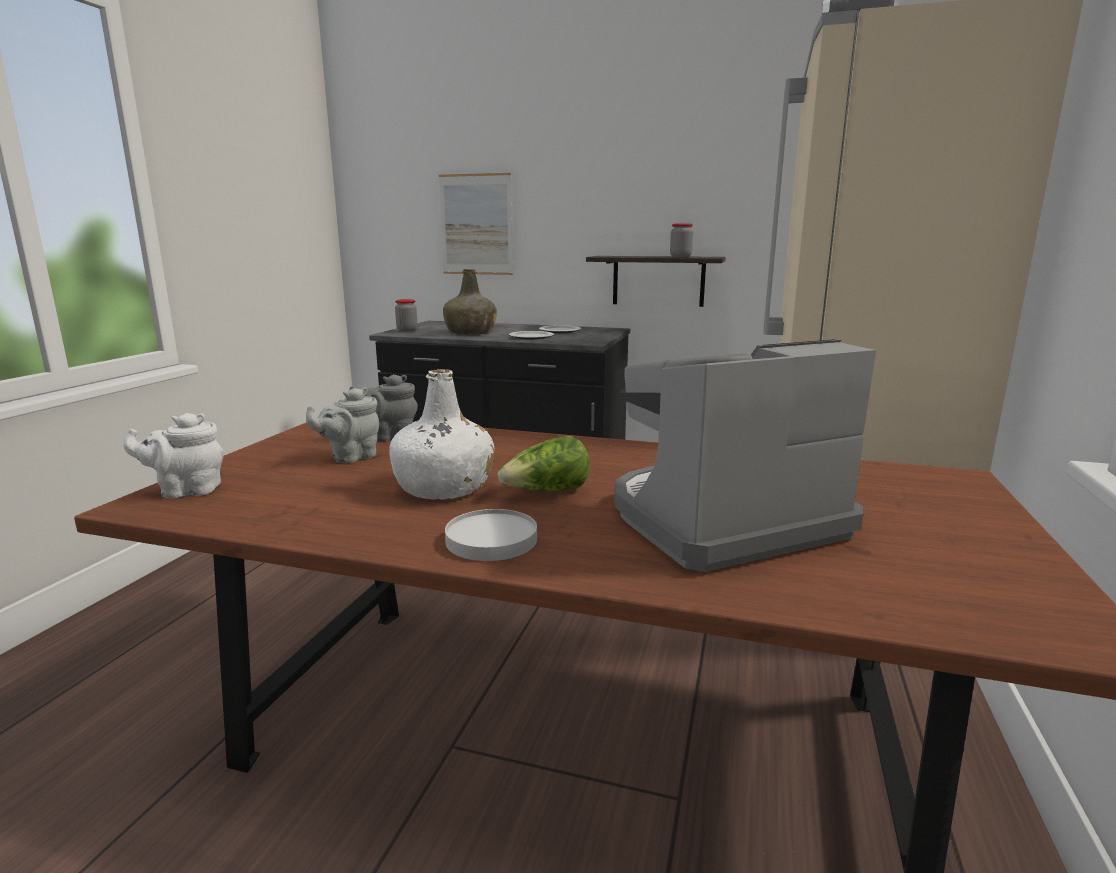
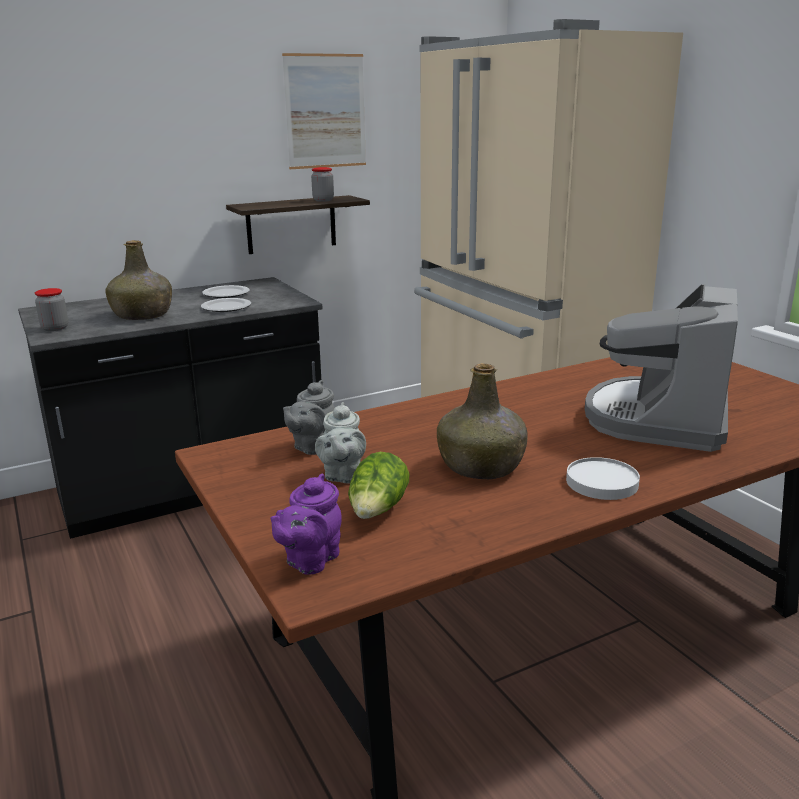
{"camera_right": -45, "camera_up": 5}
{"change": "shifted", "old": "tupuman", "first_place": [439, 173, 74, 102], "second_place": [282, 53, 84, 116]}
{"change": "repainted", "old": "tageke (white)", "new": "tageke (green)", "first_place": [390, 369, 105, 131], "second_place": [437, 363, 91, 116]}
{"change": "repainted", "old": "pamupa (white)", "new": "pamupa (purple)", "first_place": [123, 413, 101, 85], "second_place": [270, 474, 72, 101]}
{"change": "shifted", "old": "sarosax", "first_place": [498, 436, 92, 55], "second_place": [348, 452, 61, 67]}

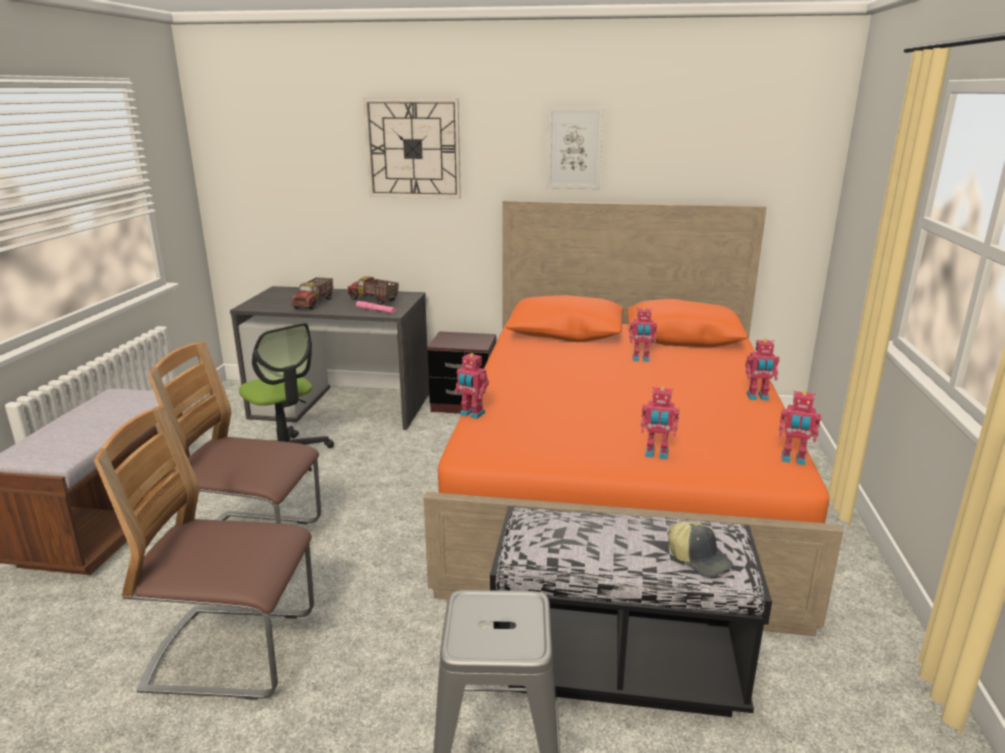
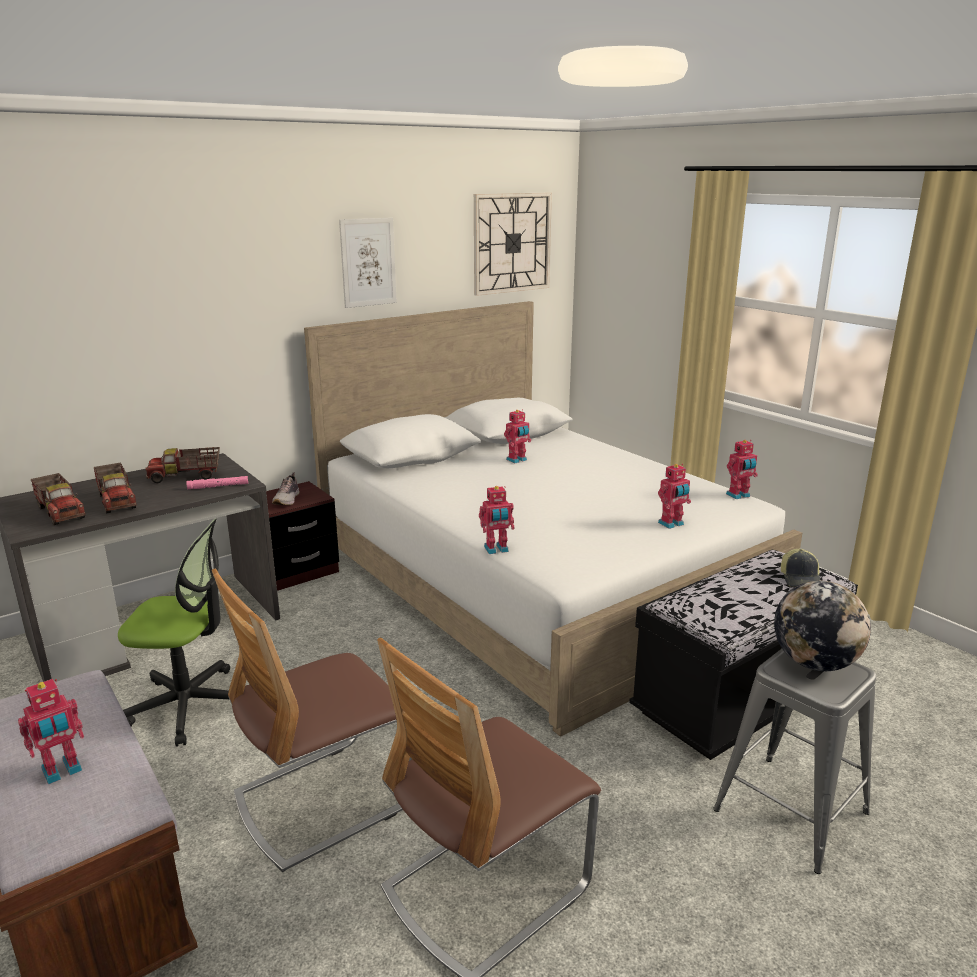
{"camera_right": -45, "camera_up": 0}
{"change": "shifted", "old": "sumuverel", "first_place": [363, 98, 98, 101], "second_place": [474, 193, 78, 103]}
{"change": "repainted", "old": "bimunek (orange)", "new": "bimunek (white)", "first_place": [424, 201, 419, 435], "second_place": [304, 301, 498, 436]}
{"change": "shifted", "old": "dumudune", "first_place": [745, 339, 34, 61], "second_place": [18, 679, 66, 106]}
{"change": "rotated", "old": "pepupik", "first_place": [668, 521, 65, 57], "second_place": [781, 549, 39, 38], "degrees": 90}
{"change": "new", "new": "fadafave", "second_place": [31, 473, 55, 52]}
{"change": "new", "new": "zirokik", "second_place": [272, 473, 28, 32]}
{"change": "new", "new": "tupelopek", "second_place": [774, 580, 97, 91]}

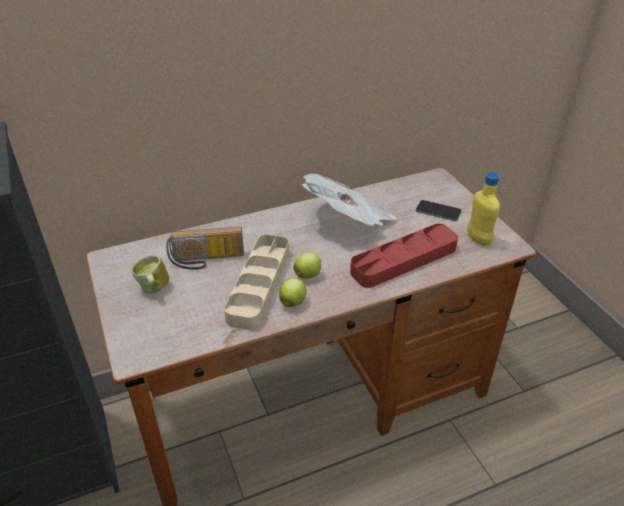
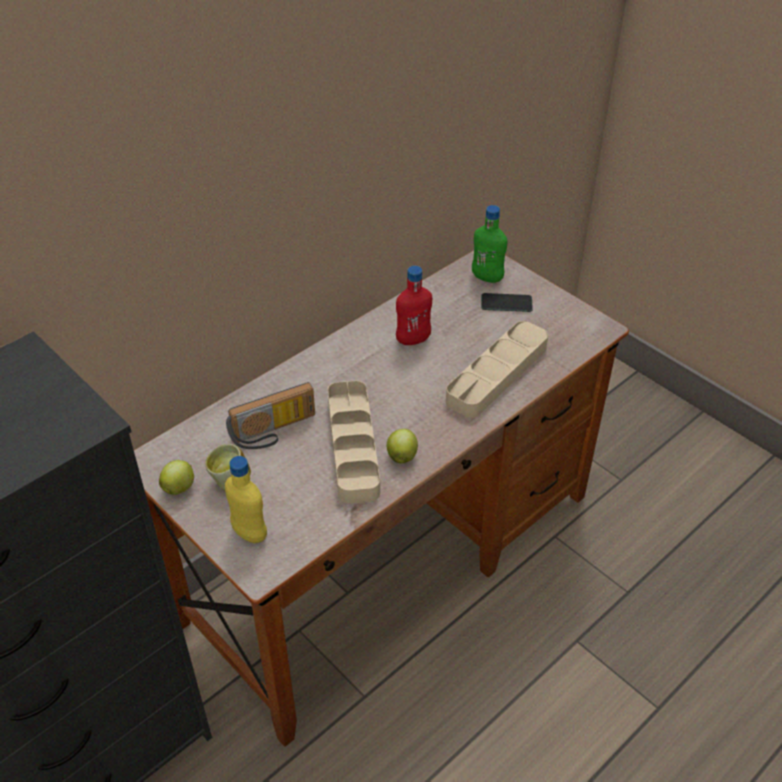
{"camera_right": -20, "camera_up": 5}
{"change": "shifted", "old": "tageke (yellow)", "first_place": [467, 172, 33, 74], "second_place": [225, 456, 42, 87]}
{"change": "swapped", "old": "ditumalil", "new": "tageke (red)", "first_place": [302, 174, 95, 52], "second_place": [396, 266, 36, 79]}
{"change": "repainted", "old": "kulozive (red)", "new": "kulozive (beige)", "first_place": [350, 224, 108, 64], "second_place": [446, 321, 102, 97]}
{"change": "shifted", "old": "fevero", "first_place": [294, 252, 27, 27], "second_place": [159, 460, 35, 35]}
{"change": "new", "new": "tageke (green)", "second_place": [472, 205, 35, 78]}

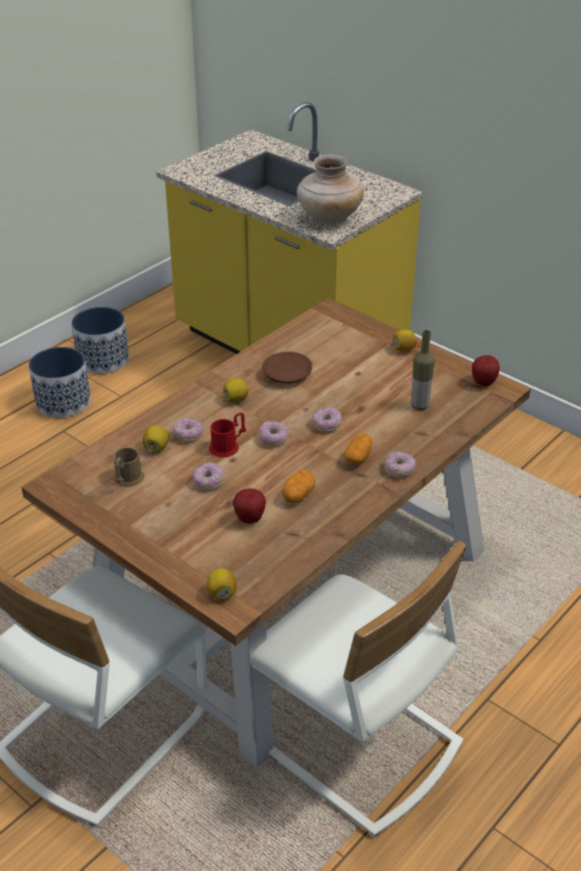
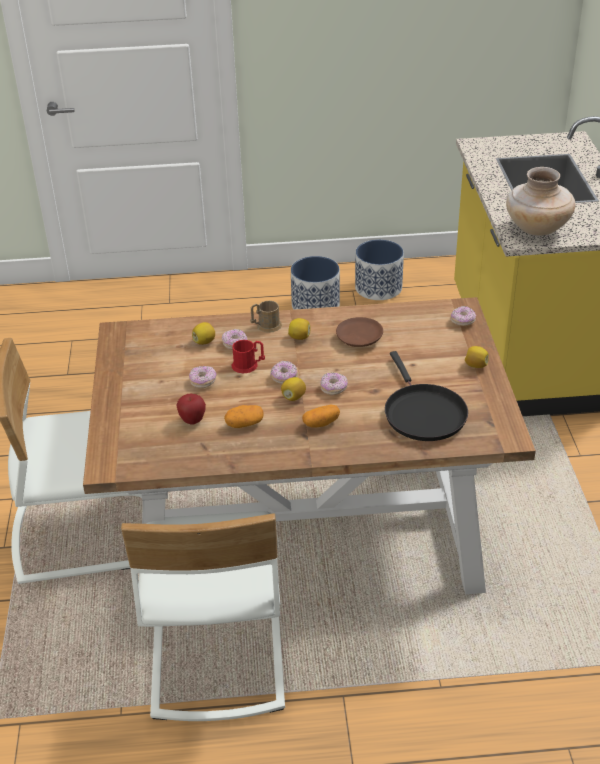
{"camera_right": 45, "camera_up": 0}
{"change": "swapped", "old": "tageke", "new": "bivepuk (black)", "first_place": [411, 330, 24, 80], "second_place": [385, 351, 83, 90]}
{"change": "gone", "old": "fevero", "first_place": [472, 355, 28, 31]}
{"change": "shifted", "old": "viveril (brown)", "first_place": [114, 447, 30, 40], "second_place": [250, 301, 32, 32]}
{"change": "shifted", "old": "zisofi", "first_place": [385, 451, 31, 26], "second_place": [451, 306, 25, 20]}
{"change": "shifted", "old": "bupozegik", "first_place": [206, 568, 31, 32], "second_place": [281, 377, 25, 24]}

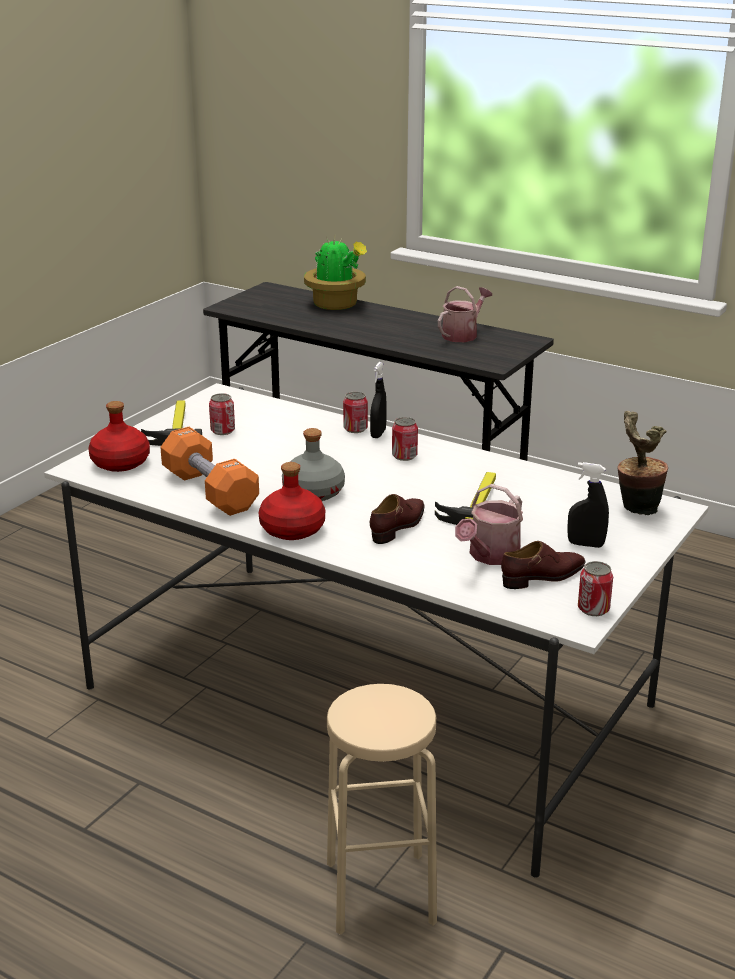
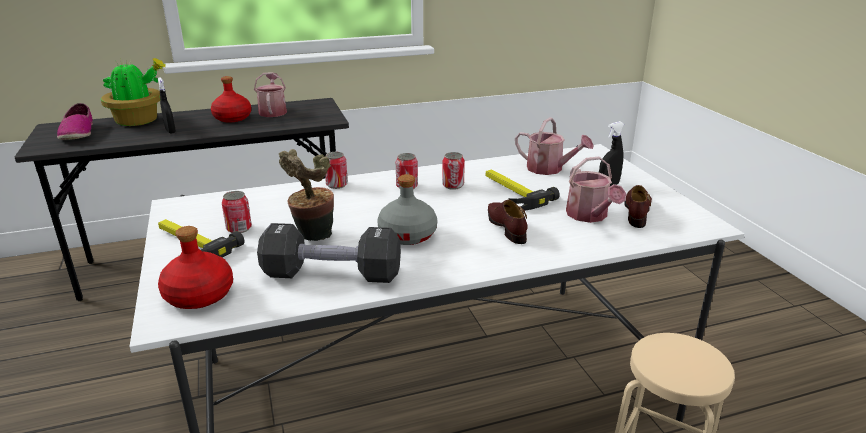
{"camera_right": -50, "camera_up": 0}
{"change": "shifted", "old": "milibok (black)", "first_place": [370, 362, 17, 76], "second_place": [158, 78, 18, 55]}
{"change": "shifted", "old": "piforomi", "first_place": [617, 411, 51, 104], "second_place": [279, 149, 55, 92]}
{"change": "repainted", "old": "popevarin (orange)", "new": "popevarin (black)", "first_place": [160, 427, 99, 89], "second_place": [257, 223, 144, 60]}
{"change": "shifted", "old": "tageke (red)", "first_place": [259, 462, 66, 78], "second_place": [211, 76, 40, 46]}
{"change": "shifted", "old": "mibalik", "first_place": [578, 561, 35, 55], "second_place": [442, 152, 23, 38]}
{"change": "new", "new": "zirokik", "second_place": [57, 103, 36, 37]}
{"change": "new", "new": "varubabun", "second_place": [515, 117, 79, 58]}

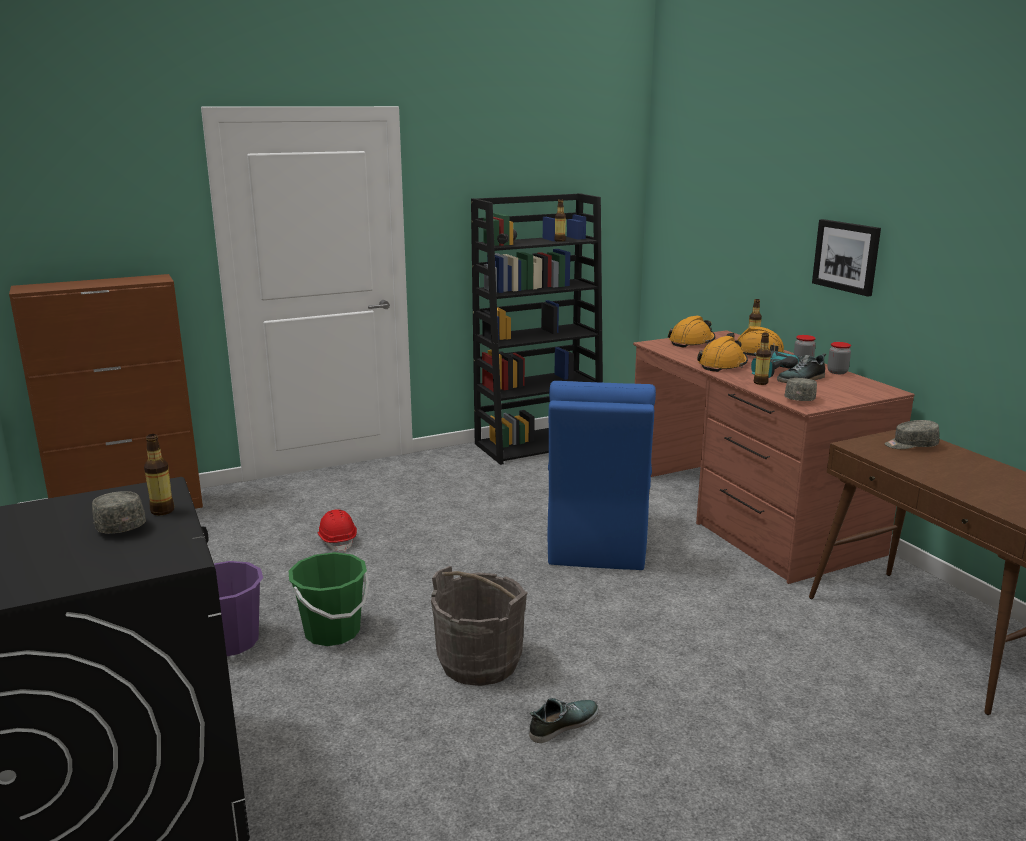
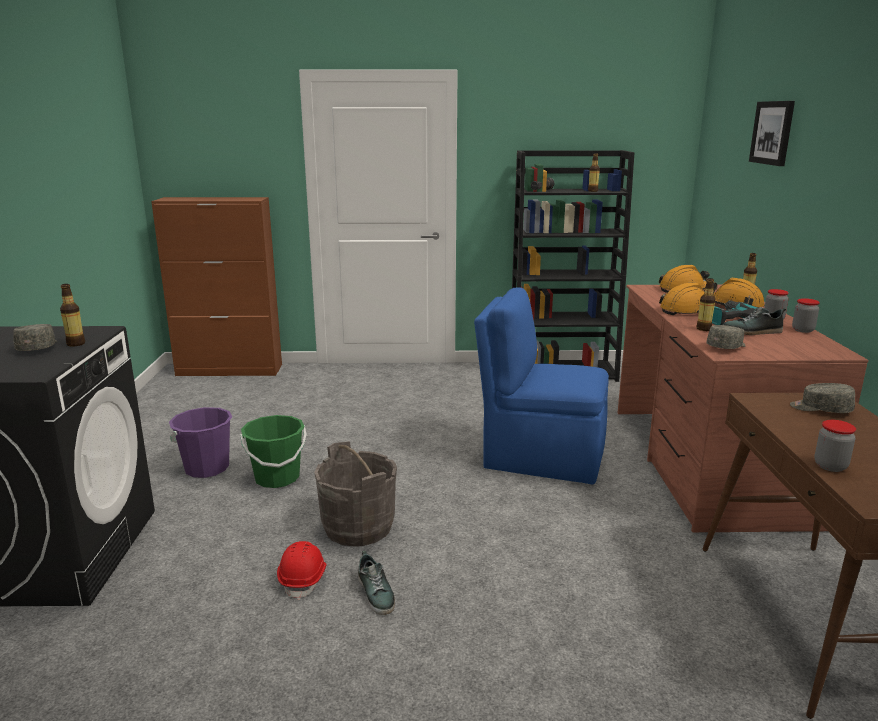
{"camera_right": 25, "camera_up": 0}
{"change": "shifted", "old": "tupuman", "first_place": [812, 219, 69, 78], "second_place": [749, 101, 46, 65]}
{"change": "rotated", "old": "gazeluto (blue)", "first_place": [548, 381, 108, 189], "second_place": [474, 287, 135, 197], "degrees": 75}
{"change": "shifted", "old": "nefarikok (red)", "first_place": [317, 509, 40, 43], "second_place": [277, 541, 50, 59]}
{"change": "rotated", "old": "zirokik", "first_place": [529, 698, 70, 45], "second_place": [358, 550, 37, 65], "degrees": 75}
{"change": "new", "new": "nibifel", "second_place": [814, 420, 42, 52]}

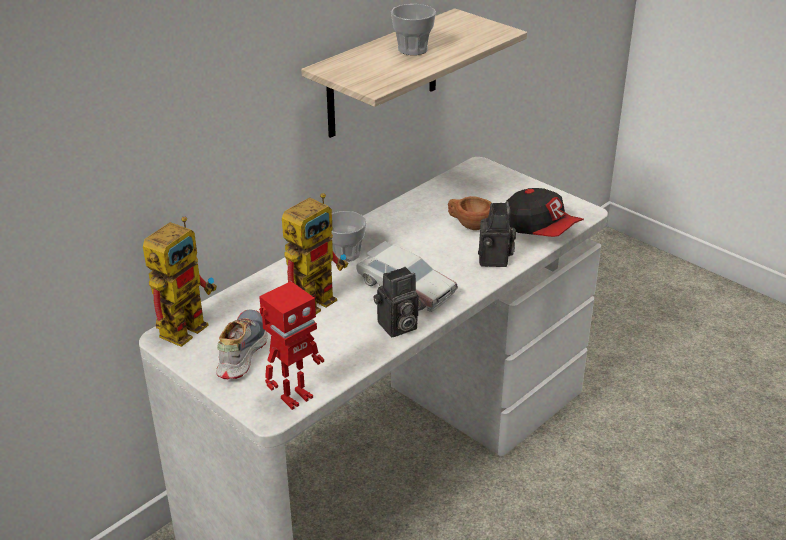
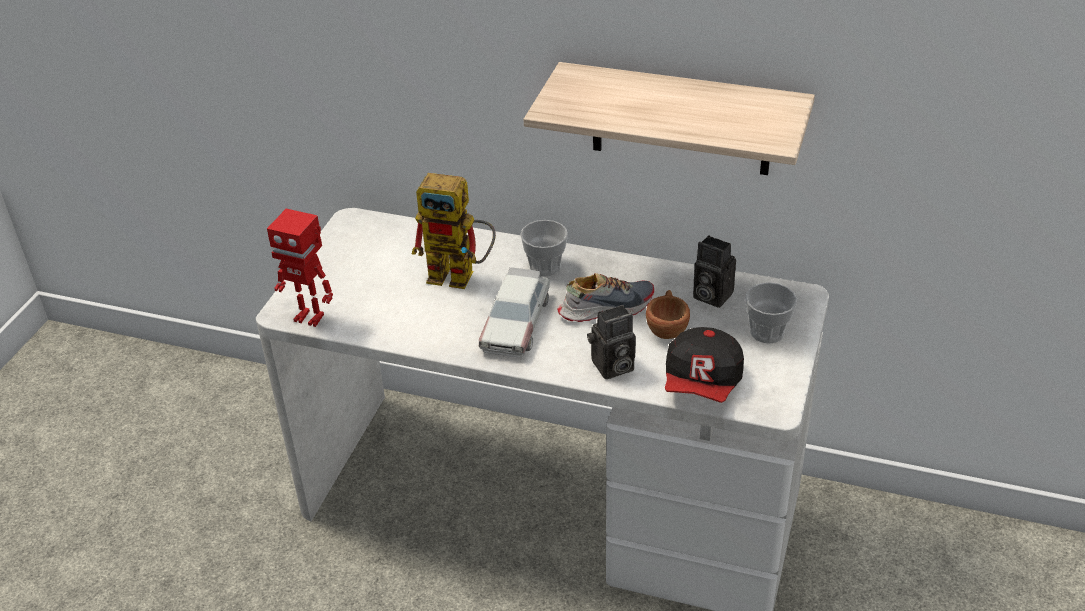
{"camera_right": 65, "camera_up": 5}
{"change": "shifted", "old": "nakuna", "first_place": [391, 4, 45, 51], "second_place": [745, 282, 52, 62]}
{"change": "gone", "old": "dumudune", "first_place": [143, 217, 74, 130]}
{"change": "shifted", "old": "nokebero", "first_place": [373, 267, 45, 70], "second_place": [693, 235, 43, 73]}
{"change": "shifted", "old": "zirokik", "first_place": [216, 309, 52, 70], "second_place": [557, 273, 97, 49]}

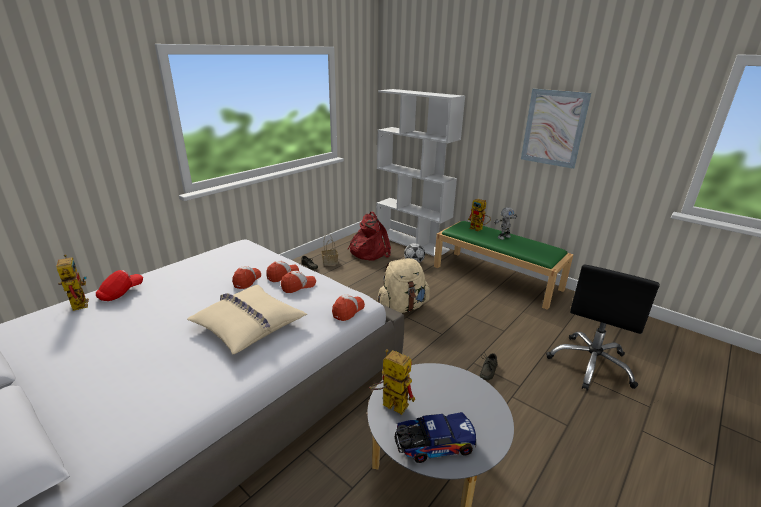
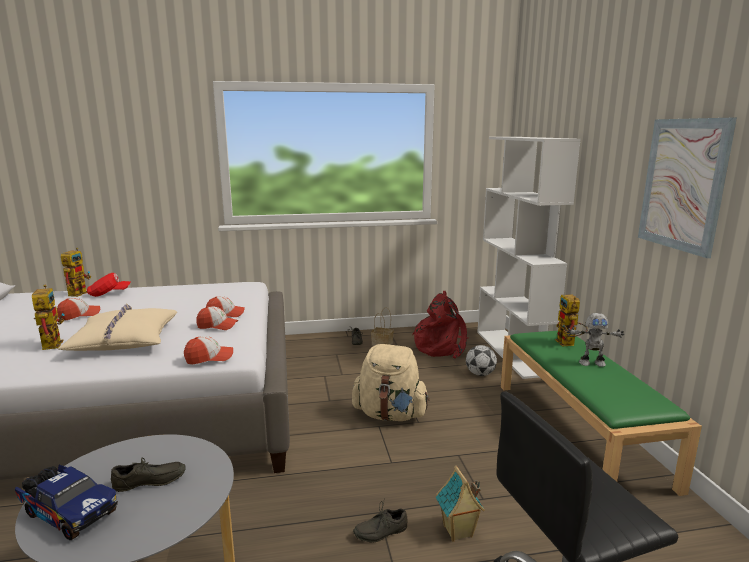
{"camera_right": 40, "camera_up": -10}
{"change": "shifted", "old": "pepupik", "first_place": [232, 266, 29, 23], "second_place": [57, 298, 43, 23]}
{"change": "shifted", "old": "dumudune", "first_place": [369, 349, 46, 66], "second_place": [32, 285, 33, 65]}
{"change": "new", "new": "zirokik (grey)", "second_place": [111, 457, 75, 35]}
{"change": "new", "new": "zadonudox", "second_place": [436, 466, 49, 76]}

